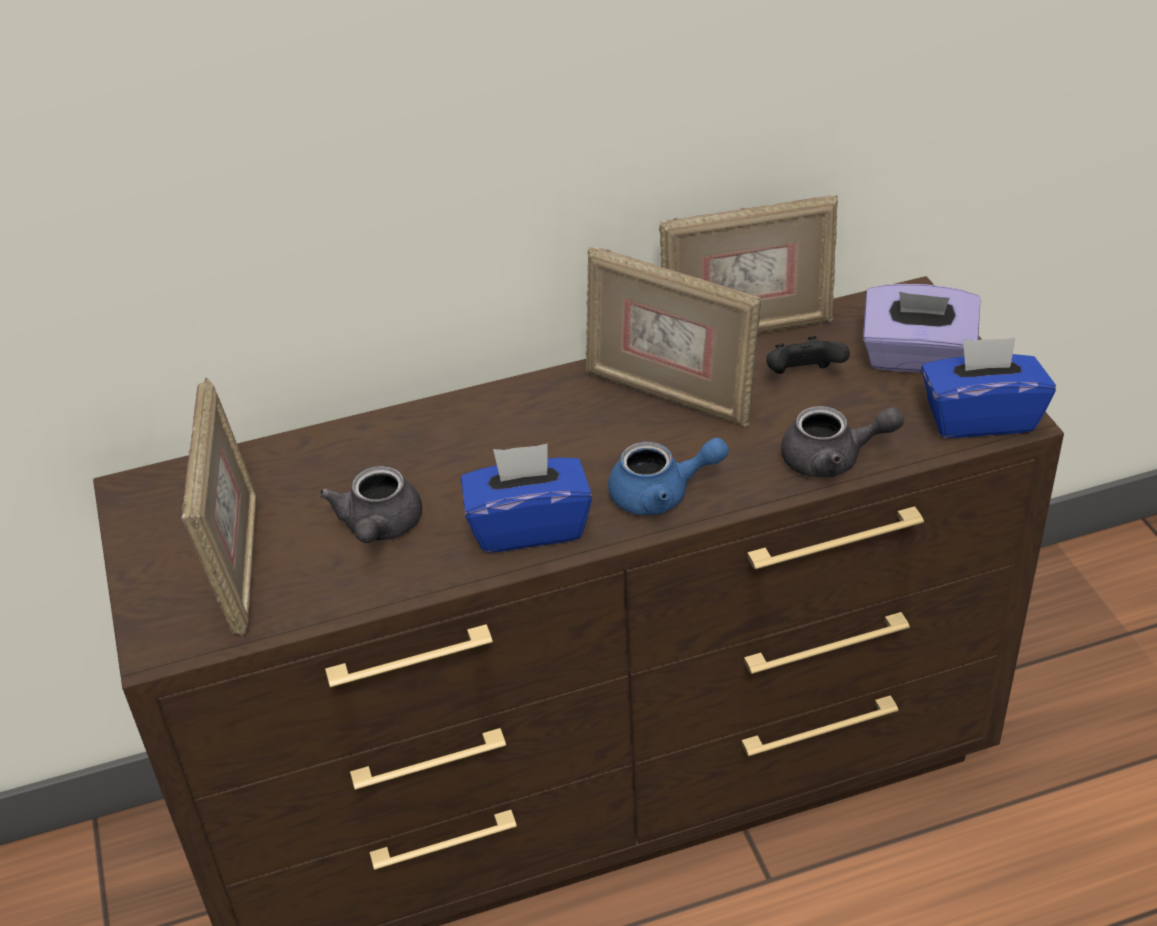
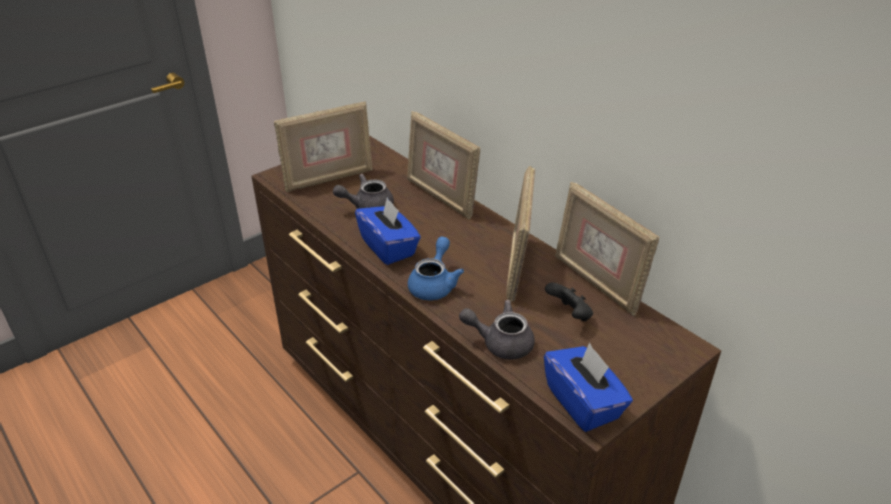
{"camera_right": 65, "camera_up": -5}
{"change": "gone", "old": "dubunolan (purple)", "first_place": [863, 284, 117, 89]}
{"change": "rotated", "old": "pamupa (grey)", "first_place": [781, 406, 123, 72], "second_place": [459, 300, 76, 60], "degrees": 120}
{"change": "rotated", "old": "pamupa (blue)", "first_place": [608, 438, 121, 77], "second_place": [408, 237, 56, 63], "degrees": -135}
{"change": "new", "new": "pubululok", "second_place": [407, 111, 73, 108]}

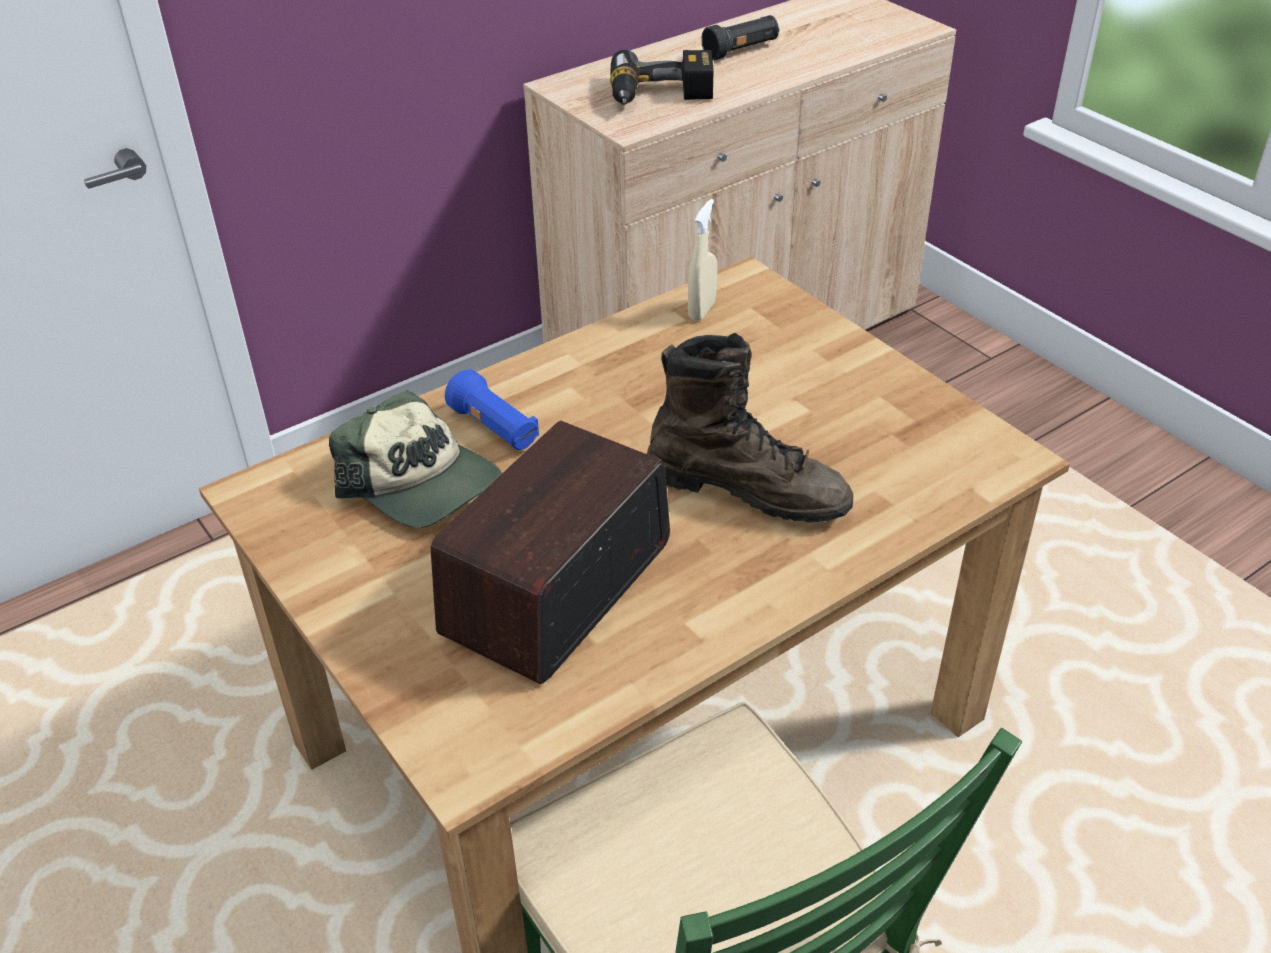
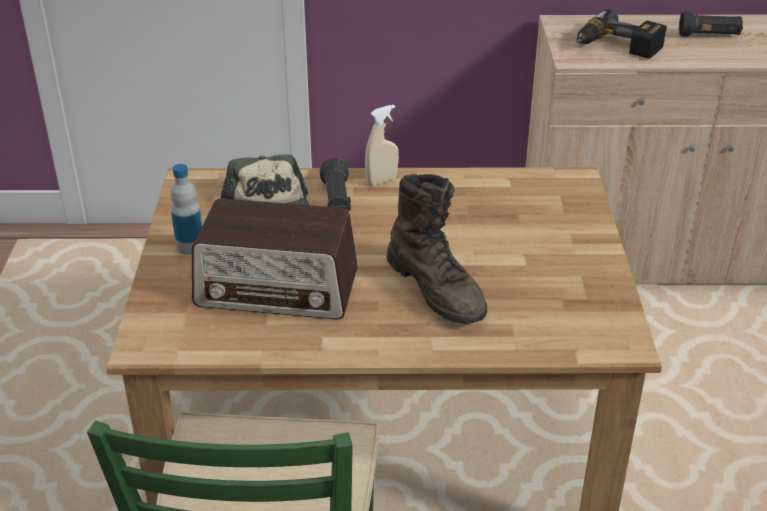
{"camera_right": 35, "camera_up": -5}
{"change": "shifted", "old": "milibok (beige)", "first_place": [688, 199, 29, 122], "second_place": [365, 105, 34, 81]}
{"change": "repainted", "old": "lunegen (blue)", "new": "lunegen (black)", "first_place": [445, 369, 94, 81], "second_place": [320, 158, 31, 53]}
{"change": "rotated", "old": "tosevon", "first_place": [431, 420, 239, 264], "second_place": [192, 198, 166, 122], "degrees": -150}
{"change": "new", "new": "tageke", "second_place": [170, 164, 32, 91]}

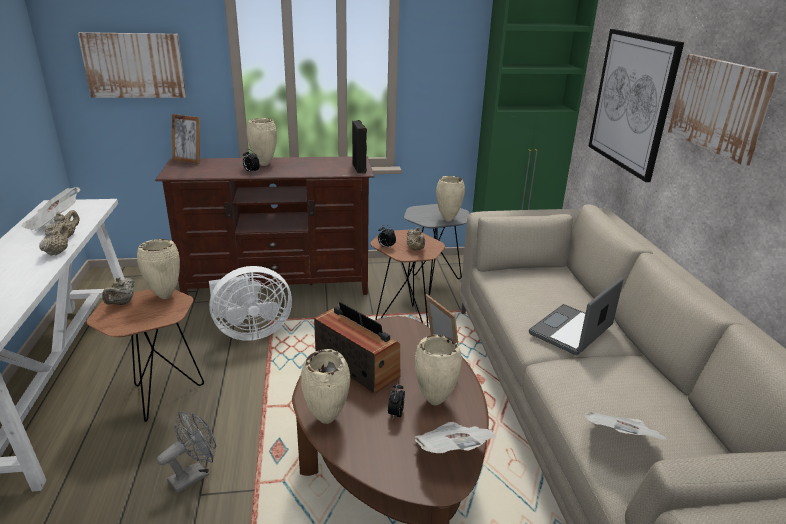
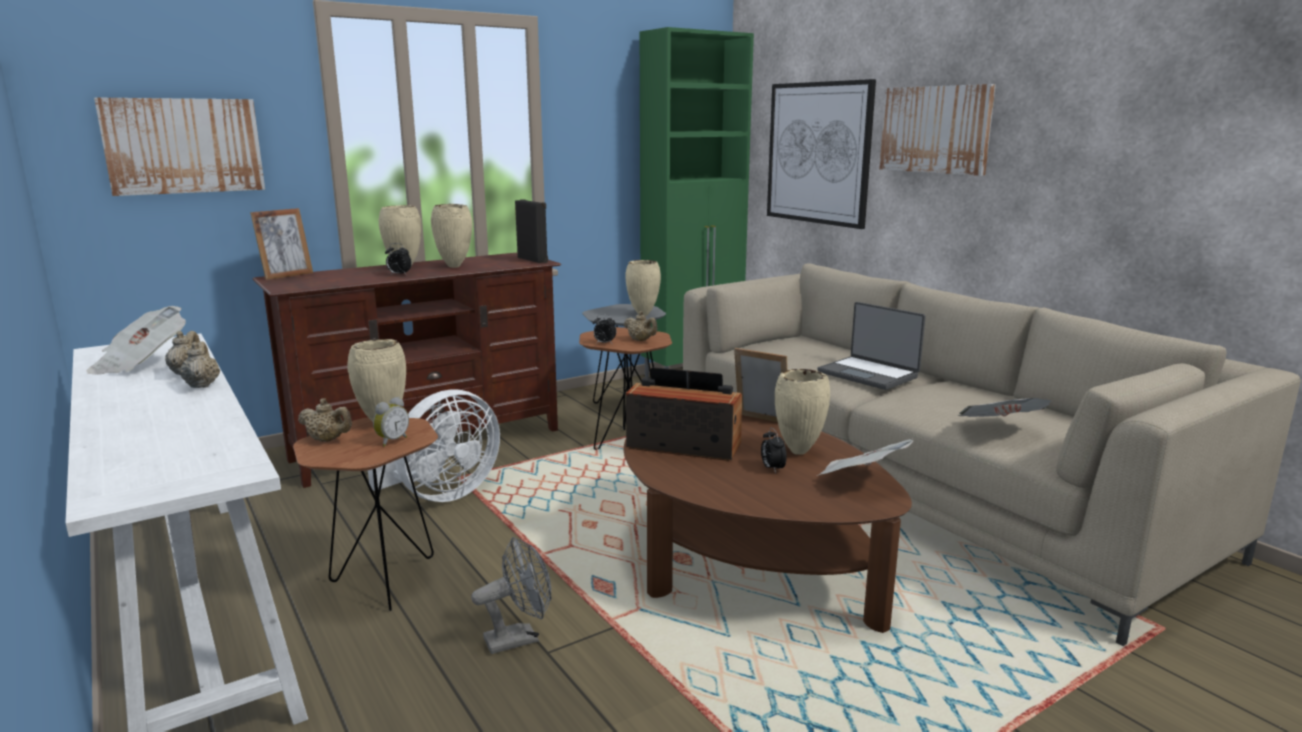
{"camera_right": -25, "camera_up": -10}
{"change": "rotated", "old": "pubululok", "first_place": [172, 114, 28, 50], "second_place": [250, 208, 63, 72], "degrees": -45}
{"change": "rotated", "old": "pamupa (beige)", "first_place": [102, 277, 32, 28], "second_place": [298, 398, 54, 44], "degrees": -60}
{"change": "rotated", "old": "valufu", "first_place": [529, 278, 94, 77], "second_place": [817, 302, 109, 88], "degrees": -60}
{"change": "shifted", "old": "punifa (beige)", "first_place": [301, 349, 49, 75], "second_place": [431, 204, 41, 64]}
{"change": "rotated", "old": "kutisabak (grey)", "first_place": [157, 411, 59, 82], "second_place": [471, 537, 80, 117], "degrees": 45}
{"change": "new", "new": "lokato", "second_place": [373, 397, 36, 50]}

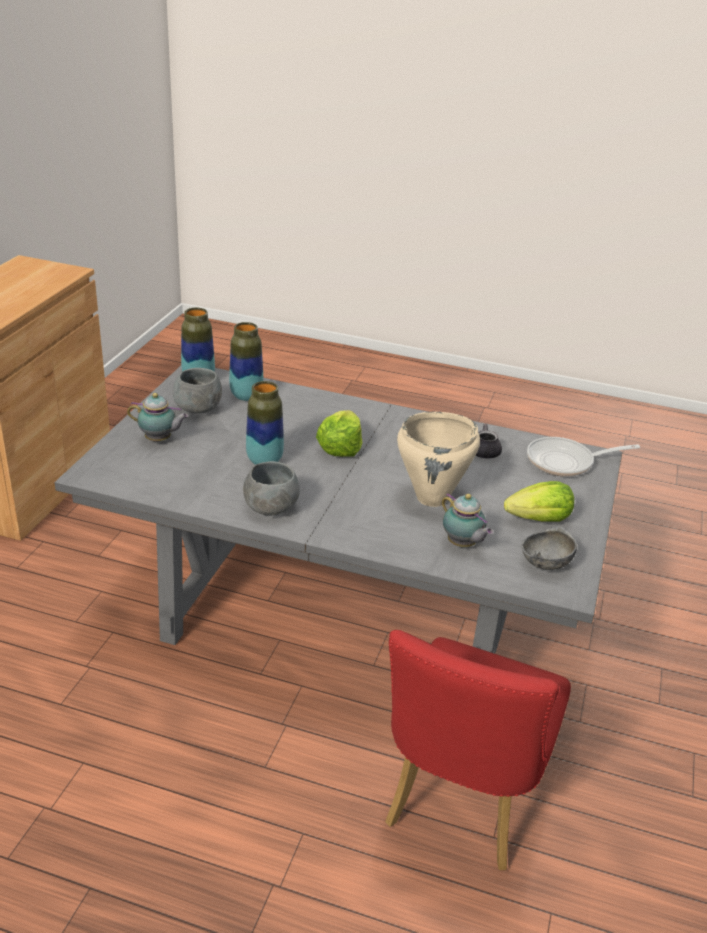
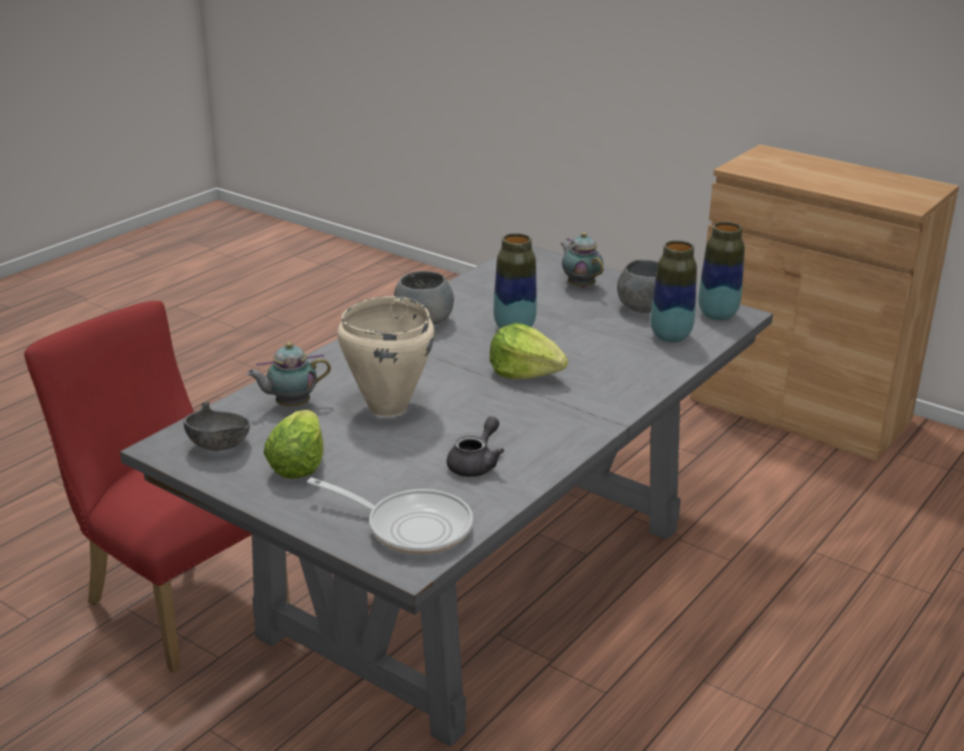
{"camera_right": 110, "camera_up": -5}
{"change": "rotated", "old": "pamupa", "first_place": [127, 393, 62, 48], "second_place": [561, 232, 43, 56], "degrees": 120}
{"change": "rotated", "old": "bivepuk", "first_place": [527, 437, 113, 40], "second_place": [307, 478, 166, 77], "degrees": 105}

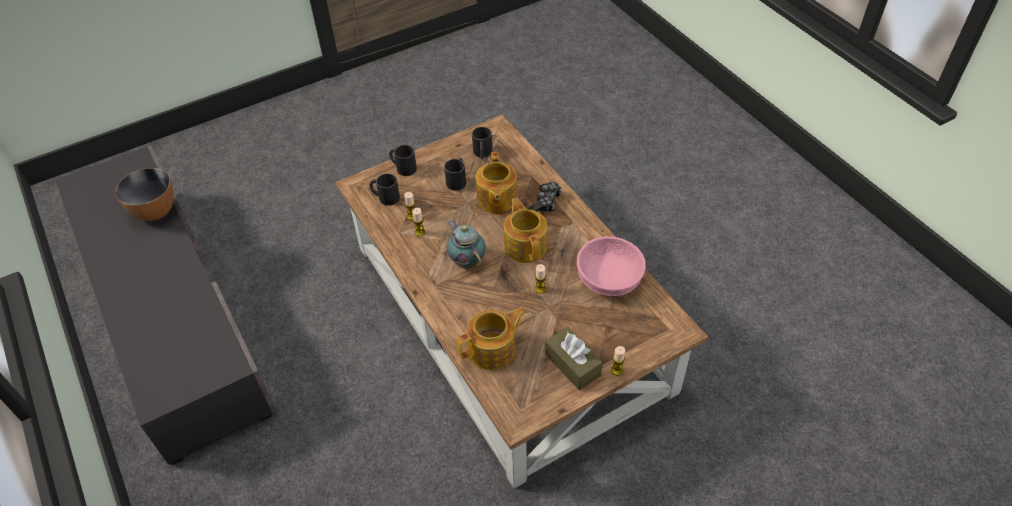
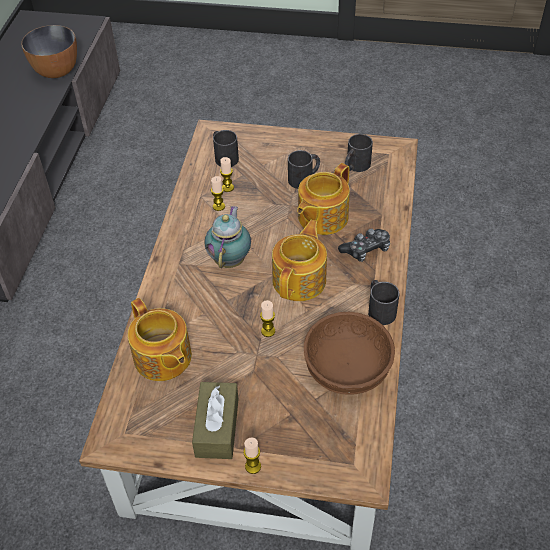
{"camera_right": 40, "camera_up": 0}
{"change": "shifted", "old": "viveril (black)", "first_place": [389, 145, 28, 31], "second_place": [368, 280, 32, 45]}
{"change": "repainted", "old": "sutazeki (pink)", "new": "sutazeki (brown)", "first_place": [577, 236, 69, 60], "second_place": [304, 312, 91, 83]}
{"change": "rotated", "old": "pamupa", "first_place": [457, 307, 69, 63], "second_place": [128, 298, 64, 83], "degrees": 45}

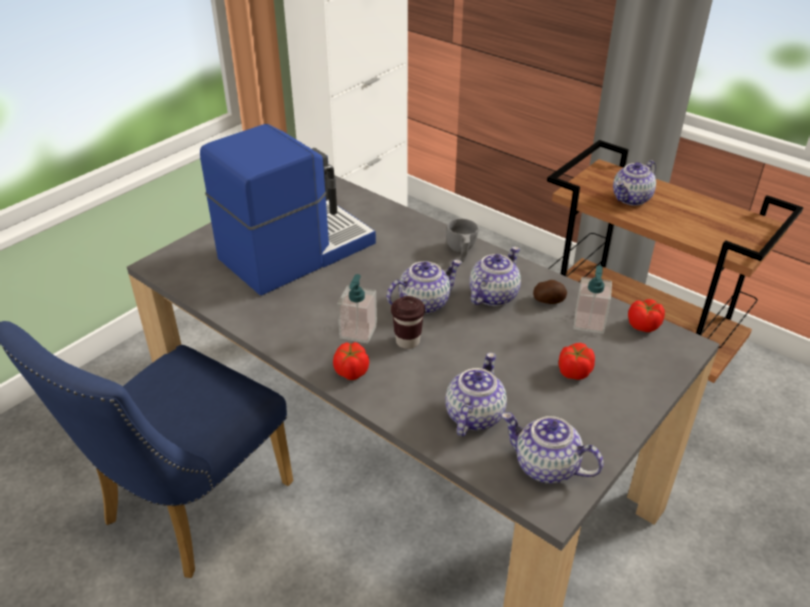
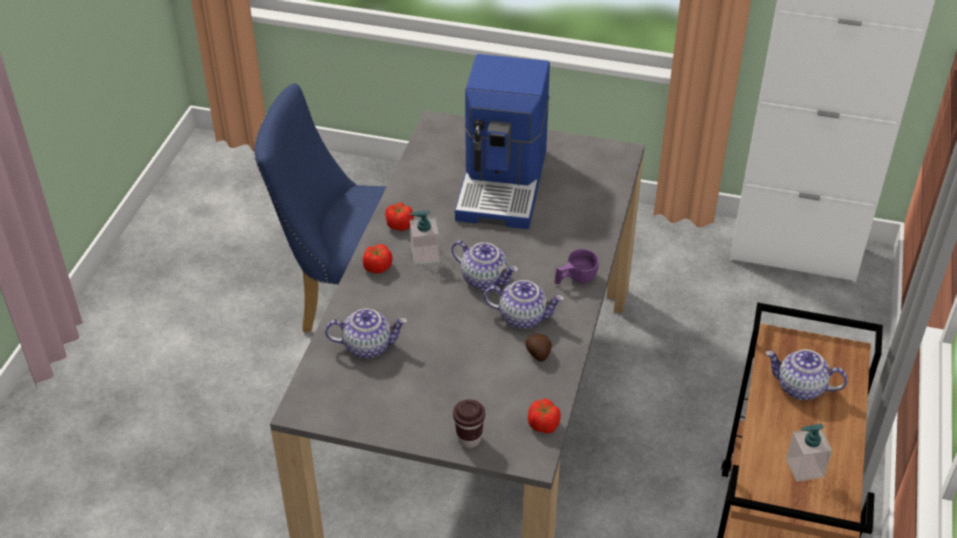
{"camera_right": 65, "camera_up": 5}
{"change": "rotated", "old": "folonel", "first_place": [200, 124, 176, 172], "second_place": [455, 54, 95, 175], "degrees": 75}
{"change": "repainted", "old": "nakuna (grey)", "new": "nakuna (purple)", "first_place": [446, 219, 33, 43], "second_place": [554, 249, 45, 35]}
{"change": "shifted", "old": "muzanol", "first_place": [573, 265, 39, 69], "second_place": [786, 424, 46, 58]}
{"change": "shifted", "old": "nakuna (brown)", "first_place": [391, 296, 34, 53], "second_place": [453, 399, 32, 49]}
{"change": "shifted", "old": "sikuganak", "first_place": [559, 343, 36, 37], "second_place": [385, 203, 29, 28]}
{"change": "gone", "old": "pamupa", "first_place": [501, 412, 103, 72]}

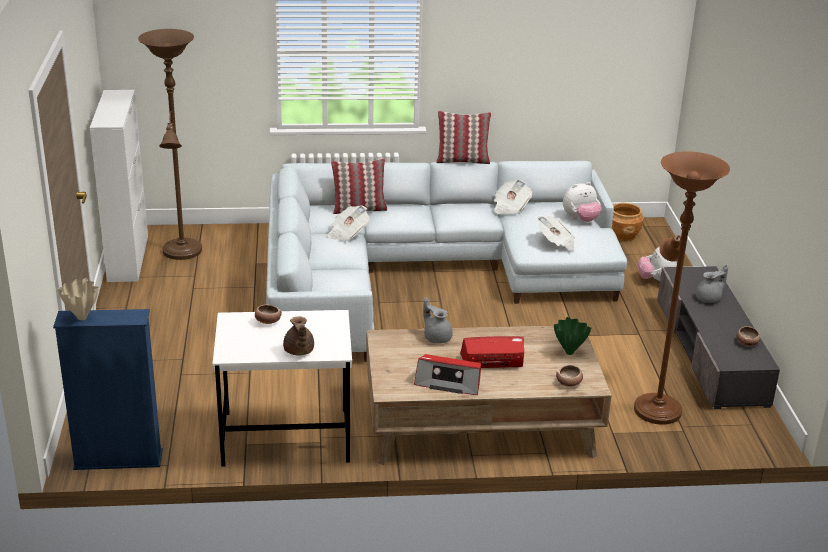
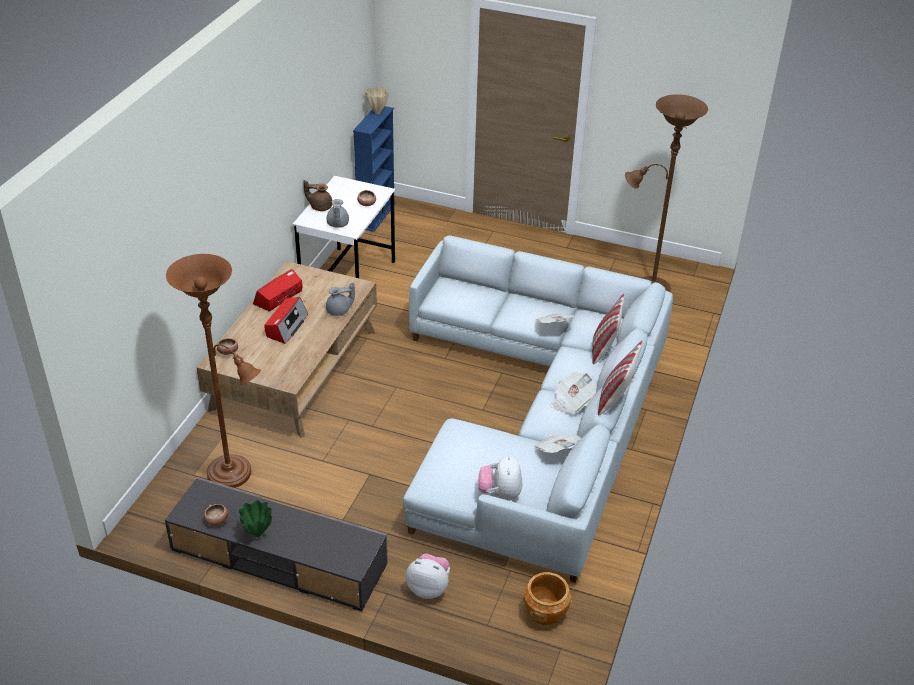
{"camera_right": 115, "camera_up": 10}
{"change": "gone", "old": "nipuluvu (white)", "first_place": [90, 90, 58, 192]}
{"change": "shifted", "old": "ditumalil", "first_place": [537, 216, 38, 34], "second_place": [550, 372, 46, 43]}
{"change": "shifted", "old": "pamupa (grey)", "first_place": [696, 265, 32, 38], "second_place": [327, 199, 22, 29]}
{"change": "shifted", "old": "punifa (green)", "first_place": [554, 317, 37, 38], "second_place": [239, 500, 33, 37]}

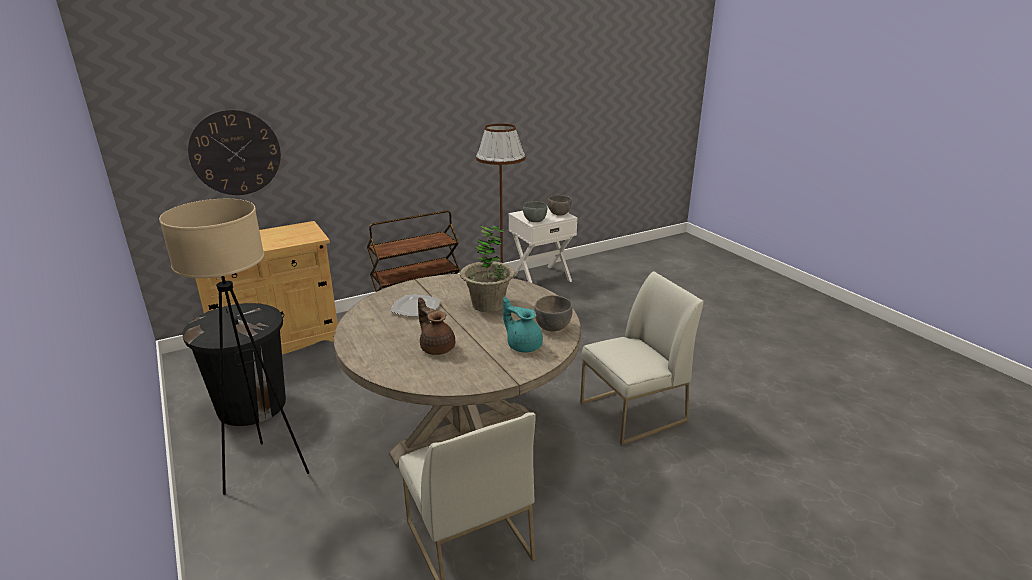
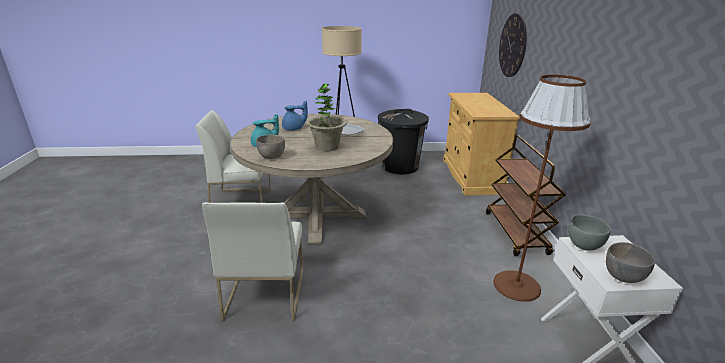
{"camera_right": 115, "camera_up": 0}
{"change": "repainted", "old": "pamupa (brown)", "new": "pamupa (blue)", "first_place": [418, 297, 37, 58], "second_place": [282, 100, 26, 30]}

